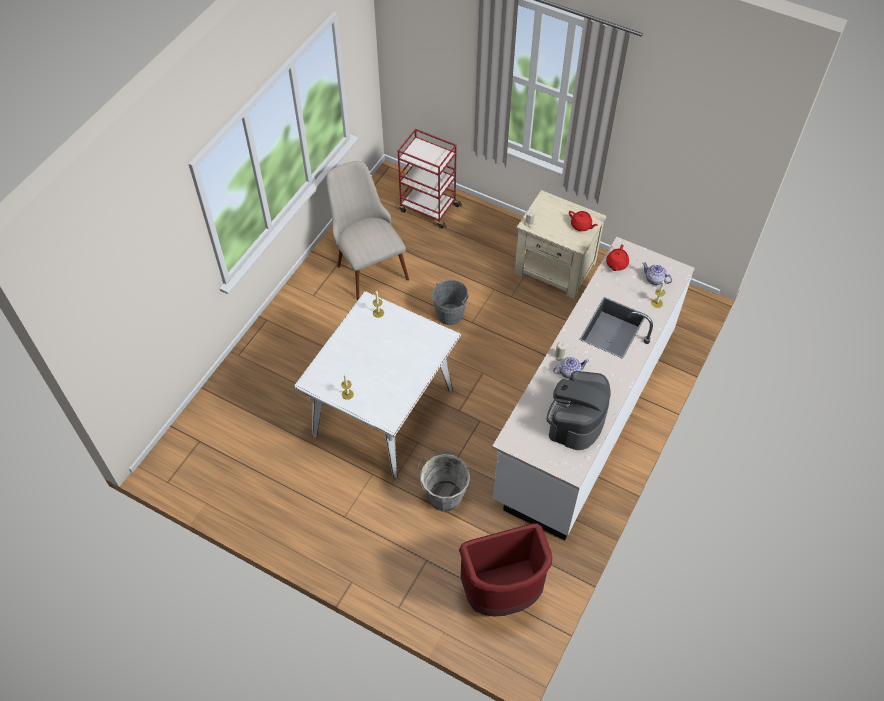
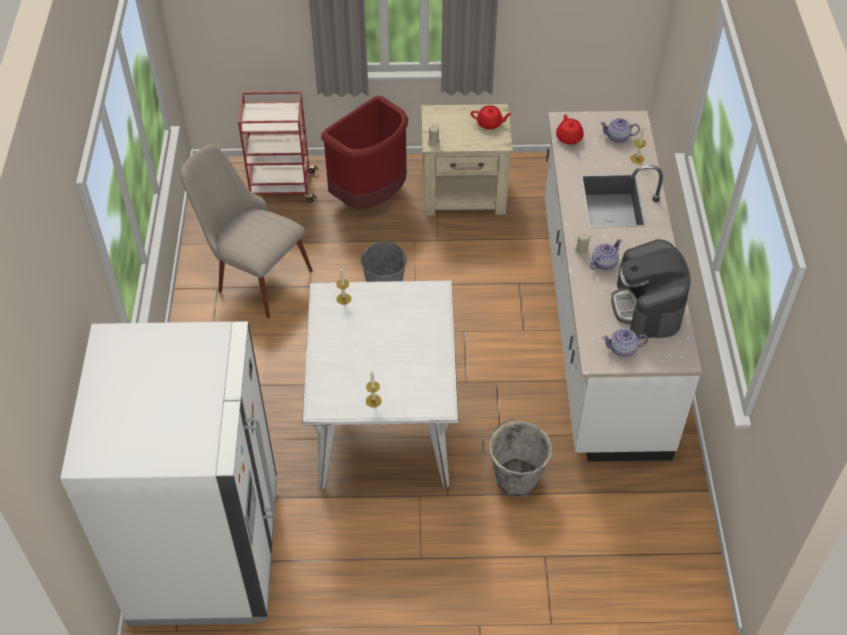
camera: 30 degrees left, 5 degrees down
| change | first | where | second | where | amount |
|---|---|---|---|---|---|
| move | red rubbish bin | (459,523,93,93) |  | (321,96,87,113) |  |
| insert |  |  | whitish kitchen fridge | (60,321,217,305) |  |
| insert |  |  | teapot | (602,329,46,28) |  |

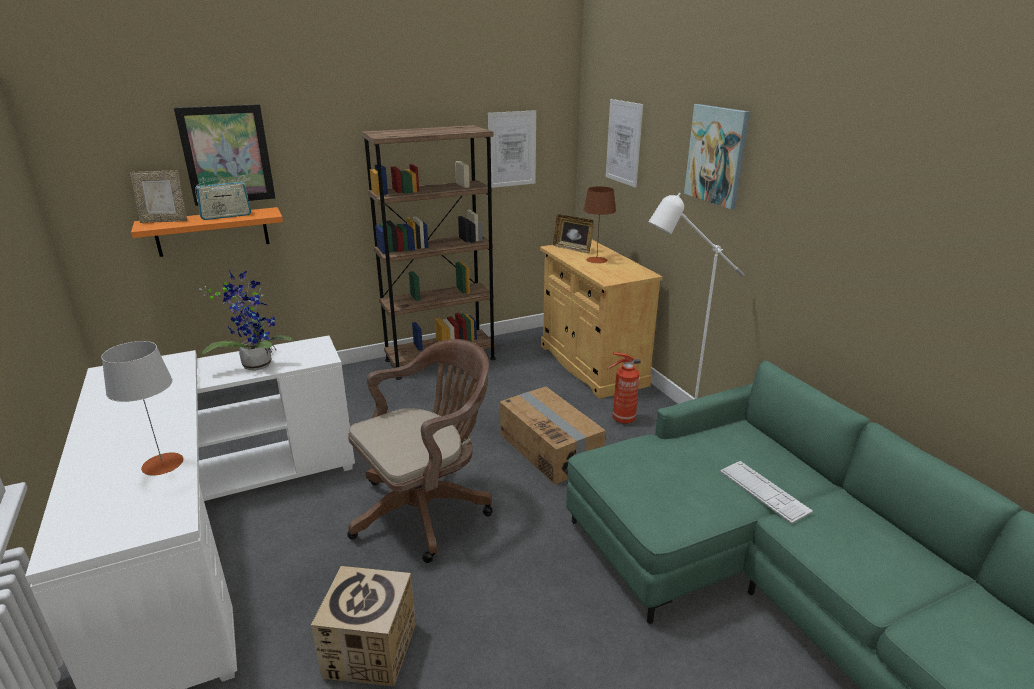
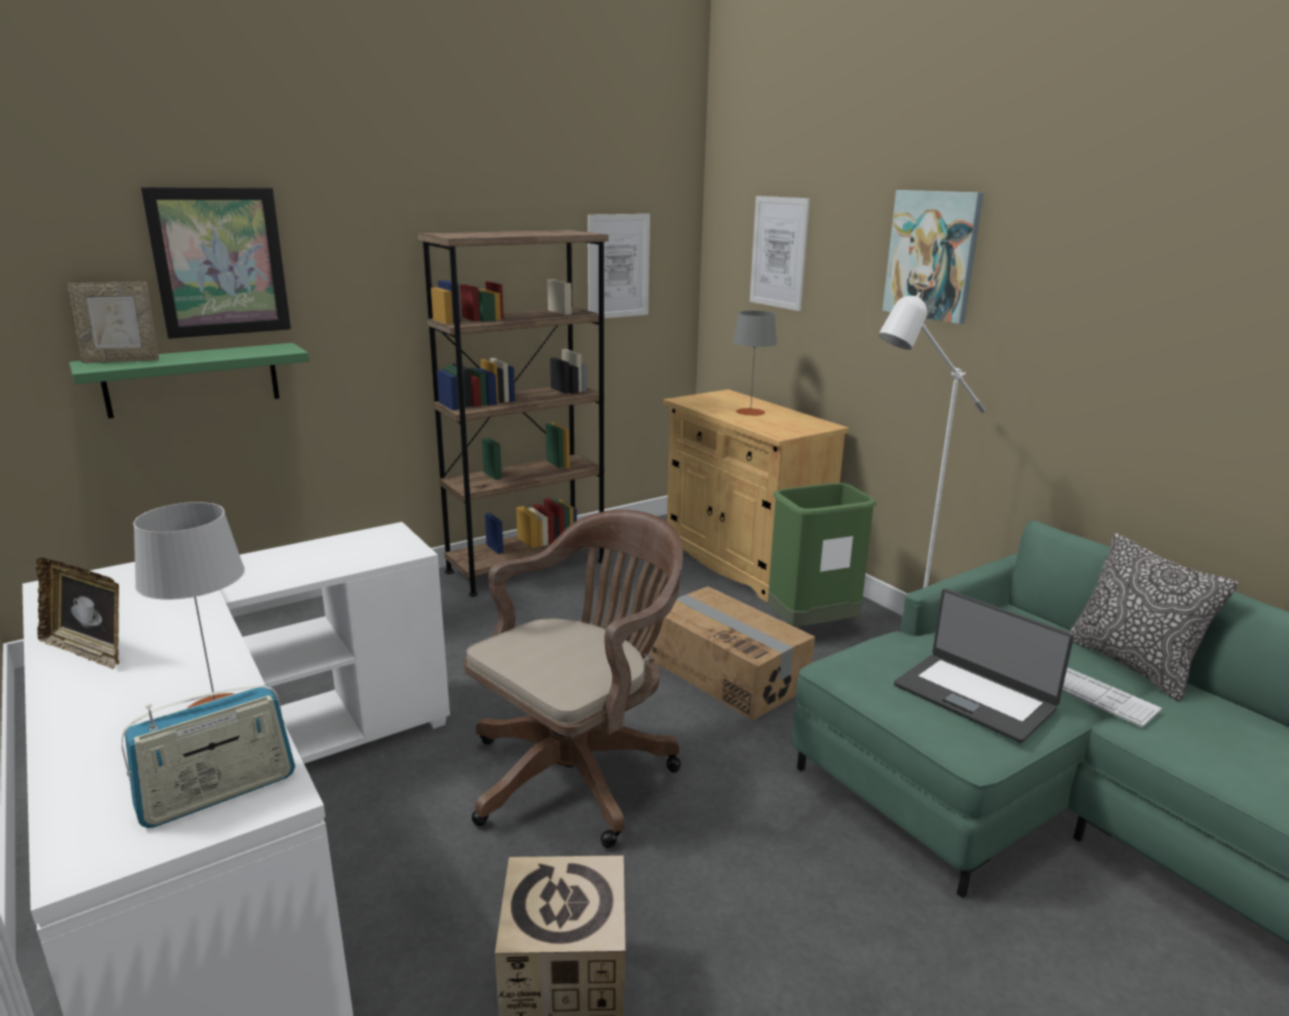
camera: 10 degrees left, 5 degrees down
| change | first | where | second | where | amount |
|---|---|---|---|---|---|
| move | radio set | (195,178,56,42) |  | (122,684,173,144) |  |
| recolor | brownish lamp for a table | (584,186,32,78) | grey lamp for a table | (733,310,44,106) |  |
| recolor | orange wall shelf | (131,207,152,50) | green-coloured wall shelf | (69,343,240,75) |  |
| move | standing frame | (553,214,41,40) |  | (36,558,83,112) |  |
| delete | potted plant | (199,270,95,101) |  |  |  |
| replace | fire extinguisher | (607,352,34,72) | green-coloured rubbish bin | (768,483,109,144) |  |
| insert |  |  | cushion | (1069,533,169,168) |  |
| insert |  |  | portable computer | (894,589,180,154) |  |

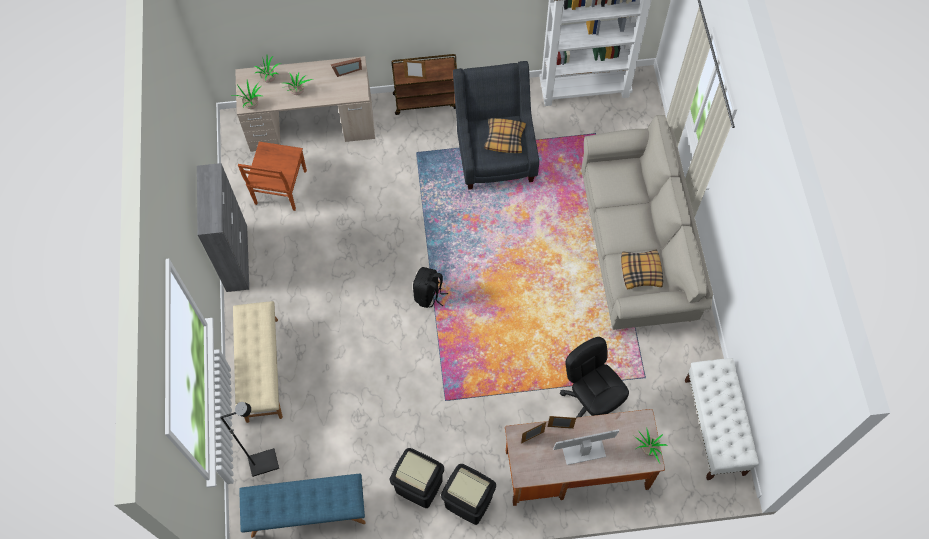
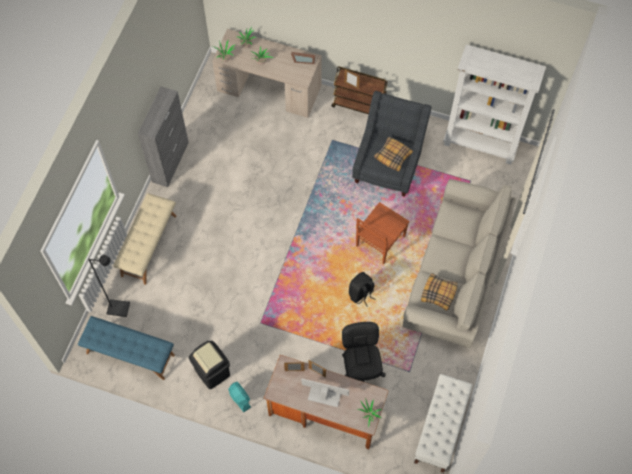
camera: 25 degrees right, 0 degrees up
| change | first | where | second | where | amount |
|---|---|---|---|---|---|
| move | brownish plain chair | (238,142,69,69) |  | (356,202,53,62) |  |
| move | black rucksack | (413,267,35,41) |  | (349,272,26,35) |  |
| replace | black rubbish bin | (441,464,55,61) | blue-green fan | (228,382,23,30) |  |

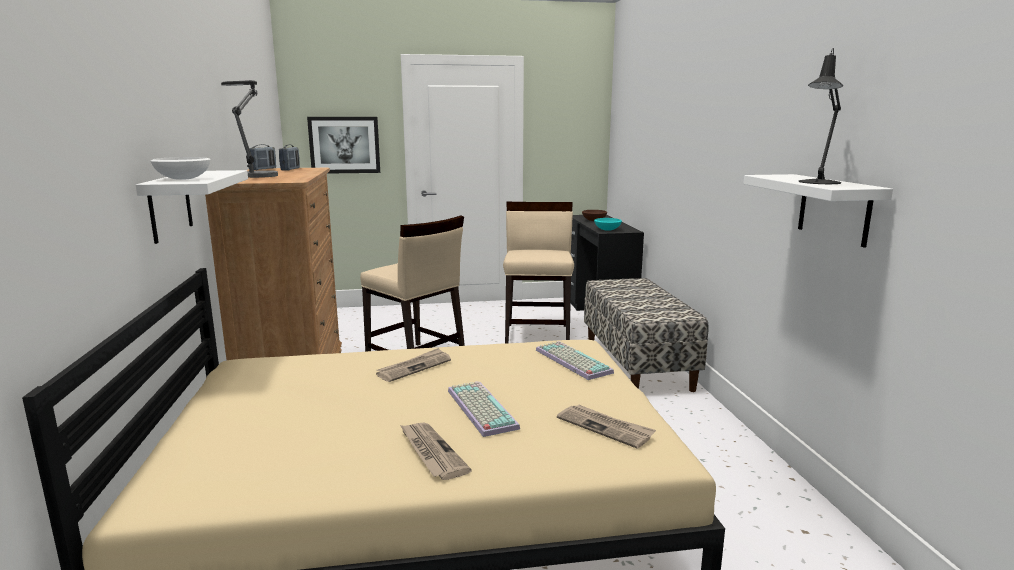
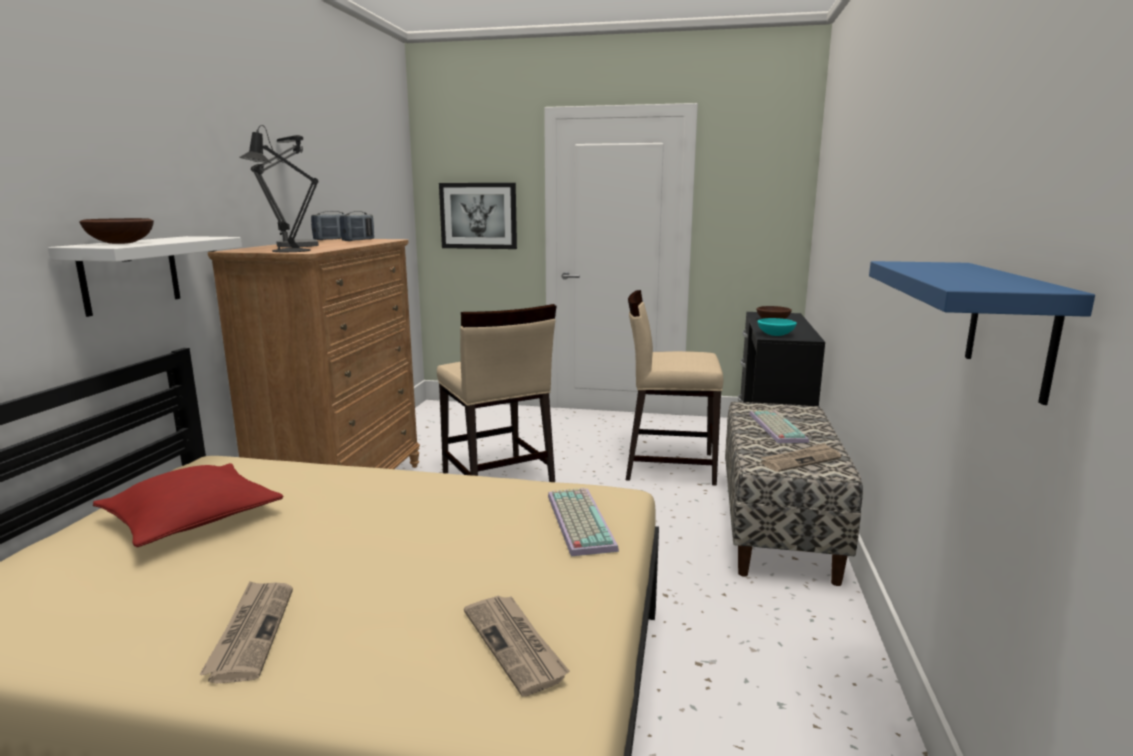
camera: 20 degrees right, 0 degrees up
| change | first | where | second | where | amount |
|---|---|---|---|---|---|
| move | black lamp for a table | (798,48,45,136) |  | (240,125,78,127) |  |
| recolor | whitish serving bowl | (151,157,60,23) | brownish serving bowl | (79,218,75,26) |  |
| recolor | whitish wall shelf | (743,174,150,74) | blue-coloured wall shelf | (869,261,226,144) |  |
| rotate | beige plain chair | (503,202,71,141) |  | (626,290,97,196) | 105 degrees counterclockwise |
| move | daily paper | (376,348,75,34) |  | (761,443,80,29) |  |
| move | PC keyboard | (448,381,72,56) |  | (749,410,60,33) |  |
| insert |  |  | red cushion | (93,463,190,84) |  |

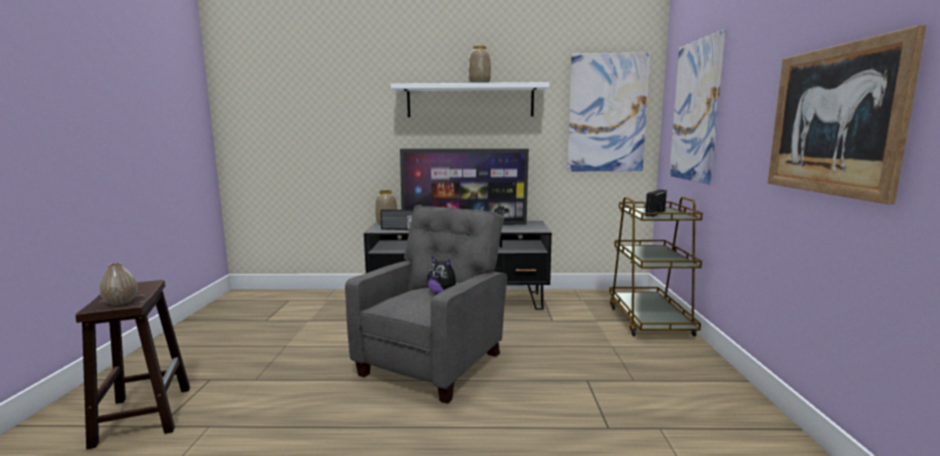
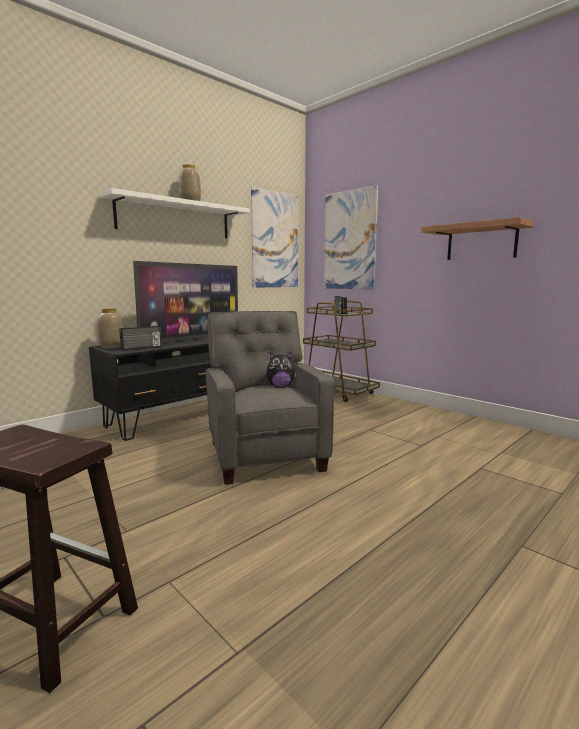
camera: 45 degrees left, 0 degrees up
| change | first | where | second | where | amount |
|---|---|---|---|---|---|
| replace | picture | (767,25,159,179) | wall shelf | (422,217,112,43) |  |
| delete | vase | (99,262,39,43) |  |  |  |

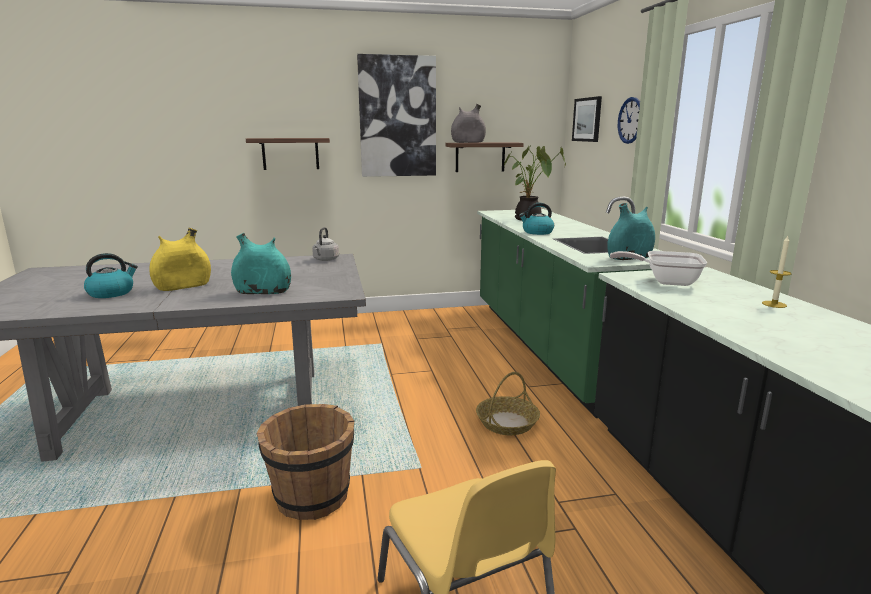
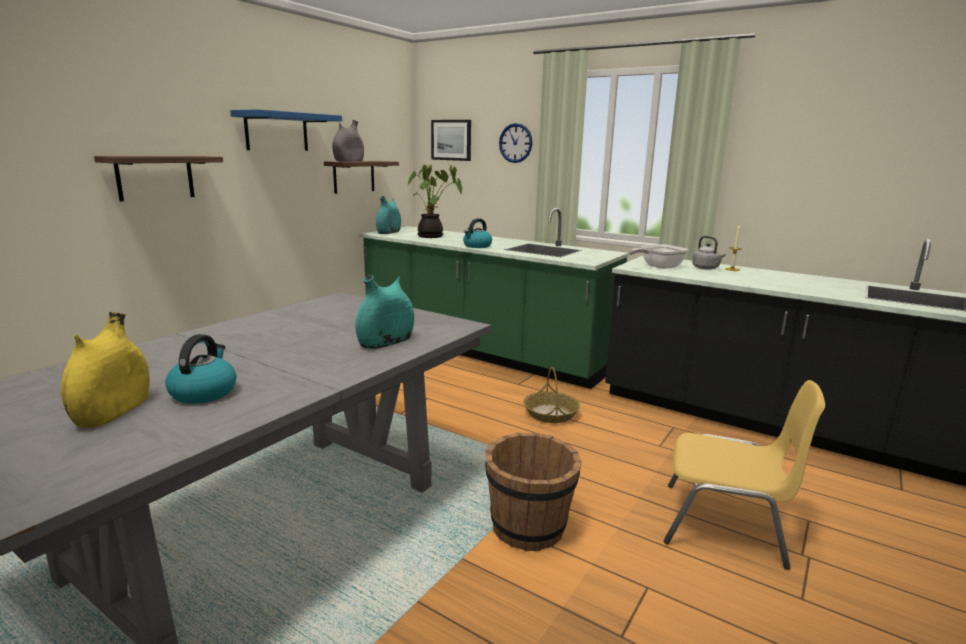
camera: 45 degrees left, 0 degrees up
| change | first | where | second | where | amount |
|---|---|---|---|---|---|
| replace | picture | (357,54,79,123) | blue-coloured wall shelf | (230,109,112,42) |  |
| move | blue-green vase | (607,203,48,57) |  | (376,196,25,38) |  |
| move | grey tea kettle | (312,227,27,34) |  | (692,236,34,34) |  |
| move | yellowish vase | (149,228,62,63) |  | (61,312,89,116) |  |

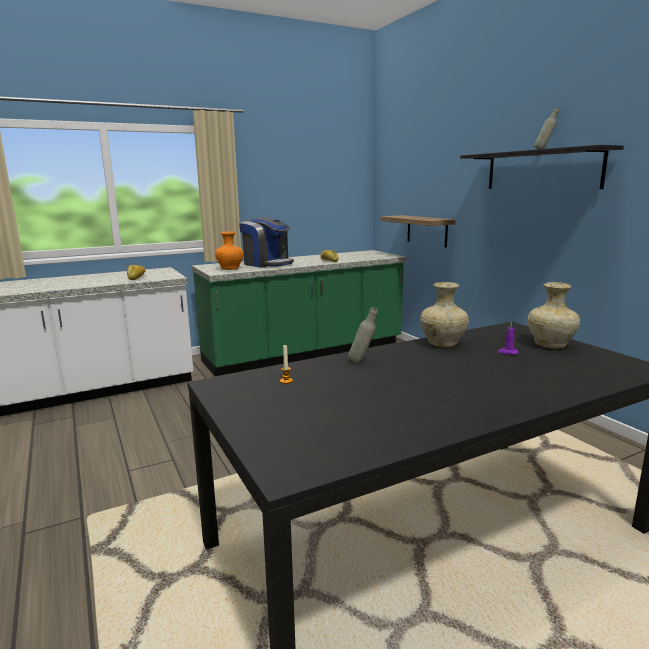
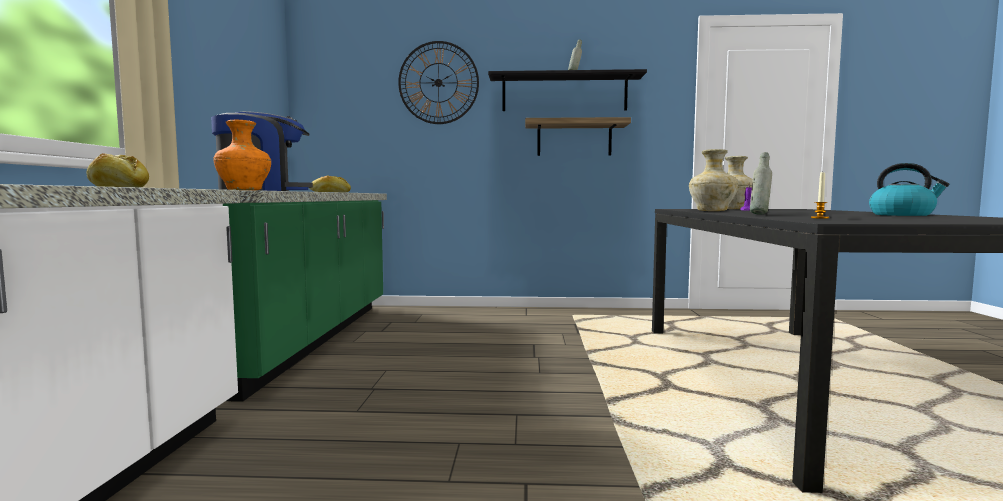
camera: 60 degrees left, 10 degrees down
| change | first | where | second | where | amount |
|---|---|---|---|---|---|
| move | wall shelf | (380,215,75,33) |  | (525,117,106,39) |  |
| insert |  |  | wall clock | (398,41,81,83) |  |
| insert |  |  | tea kettle | (869,163,81,53) |  |

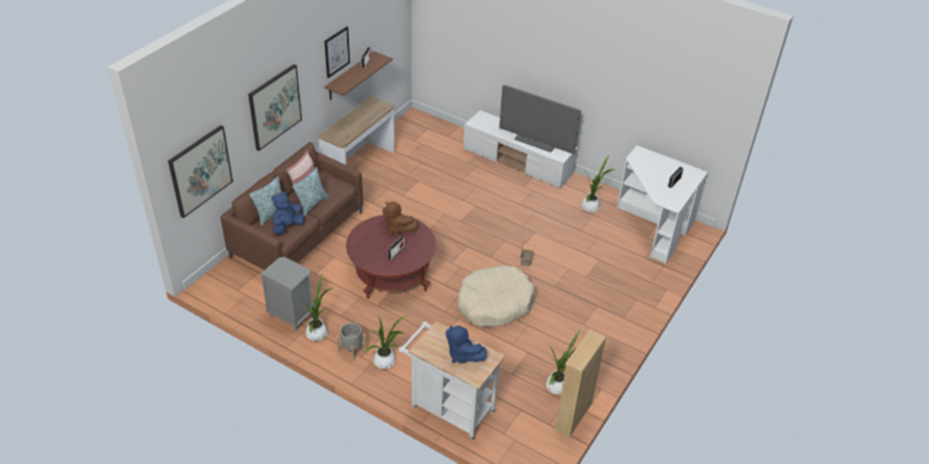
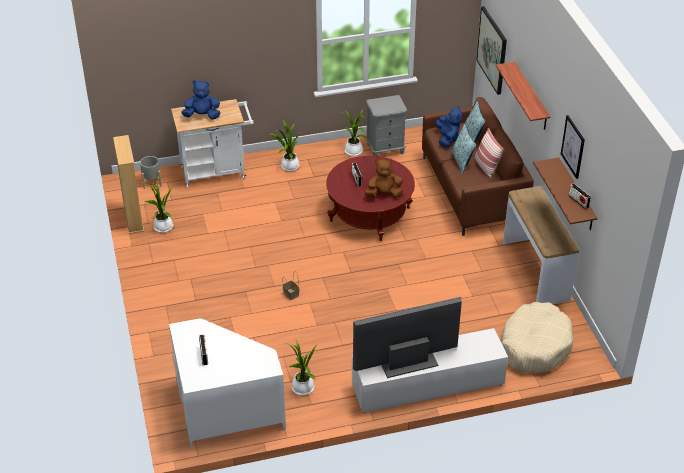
camera: 135 degrees right, 0 degrees up
| change | first | where | second | where | amount |
|---|---|---|---|---|---|
| replace | picture | (248,64,54,87) | wall shelf | (496,62,55,68) |  |
| move | beige dog bed | (457,265,78,62) |  | (501,302,72,71) |  |
| move | grey flower pot | (337,323,29,38) |  | (140,156,22,33) |  |

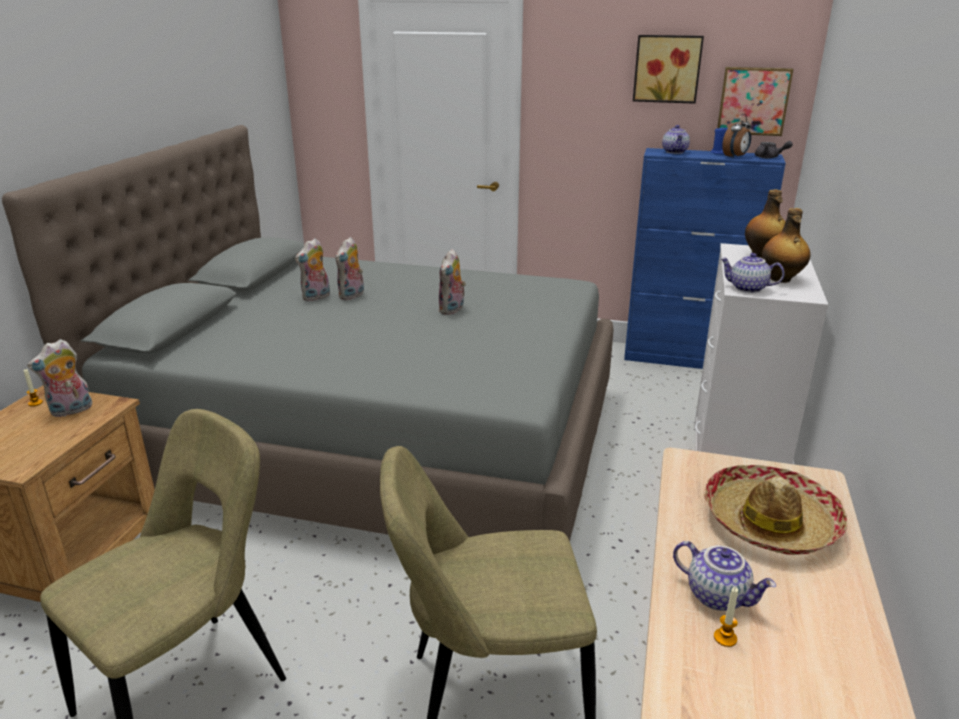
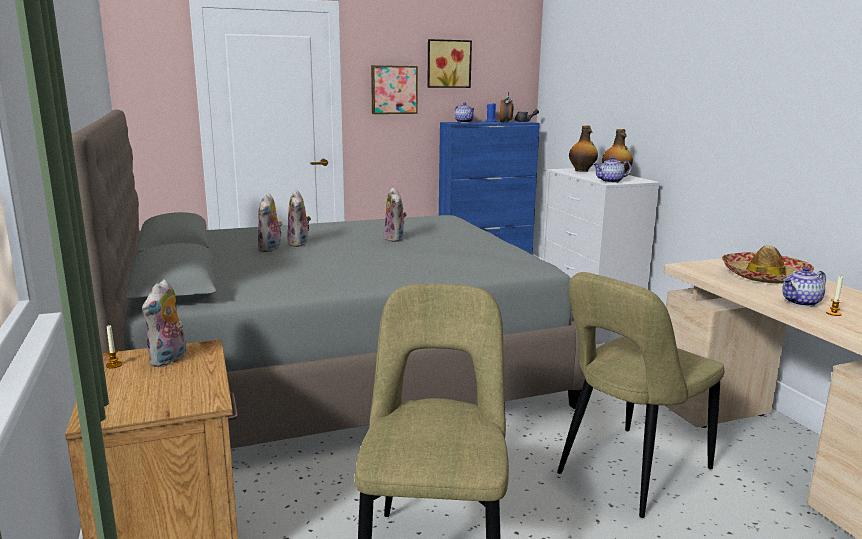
camera: 35 degrees left, 10 degrees down
| change | first | where | second | where | amount |
|---|---|---|---|---|---|
| move | picture | (717,67,76,69) |  | (371,65,47,49) |  |
| rotate | teapot | (673,541,103,70) |  | (782,267,44,40) | 150 degrees clockwise |

